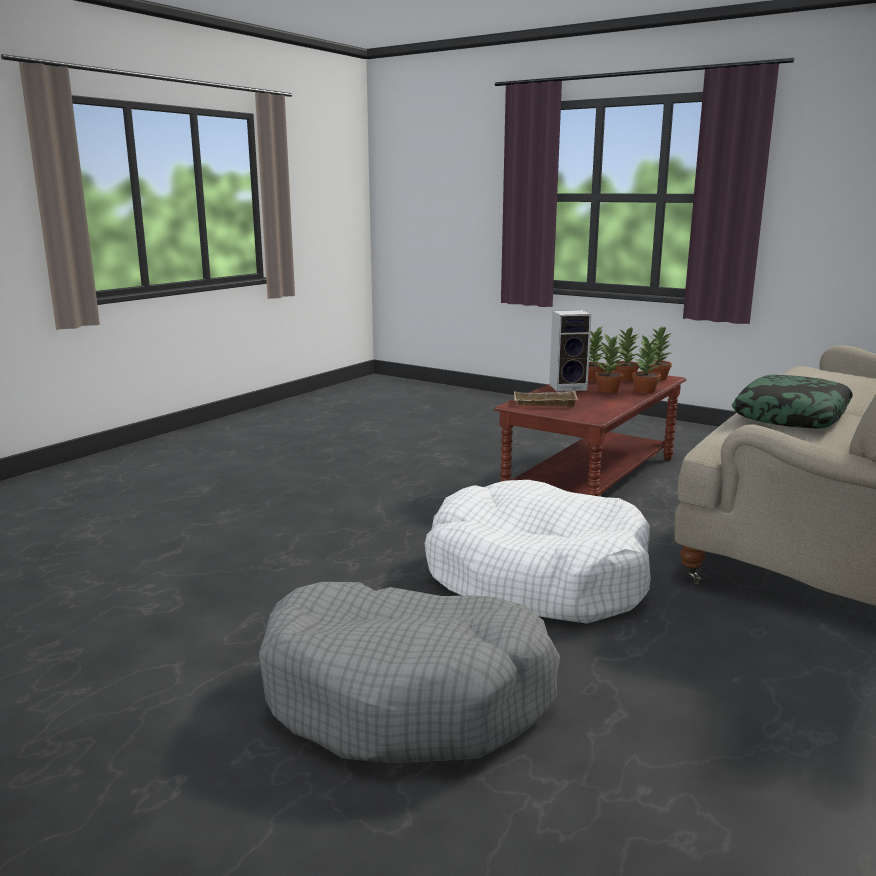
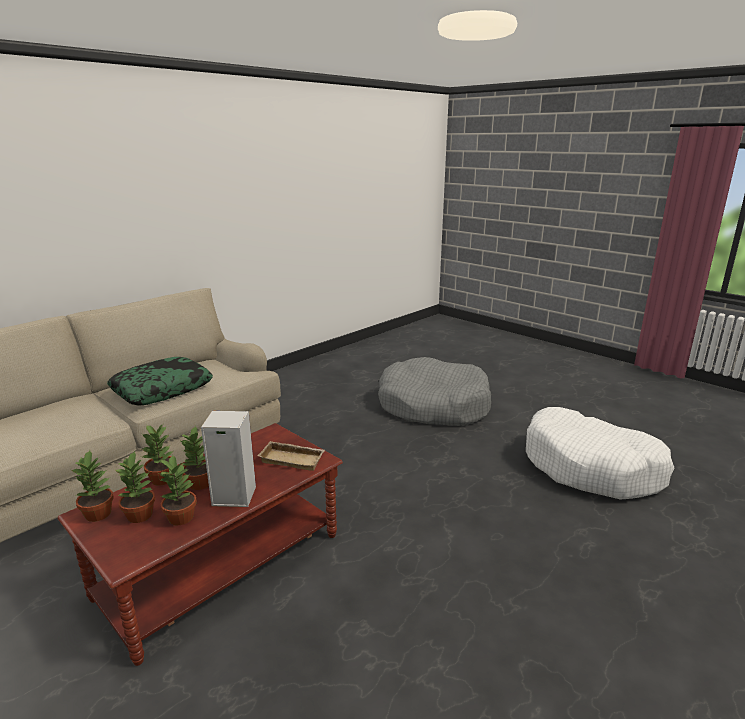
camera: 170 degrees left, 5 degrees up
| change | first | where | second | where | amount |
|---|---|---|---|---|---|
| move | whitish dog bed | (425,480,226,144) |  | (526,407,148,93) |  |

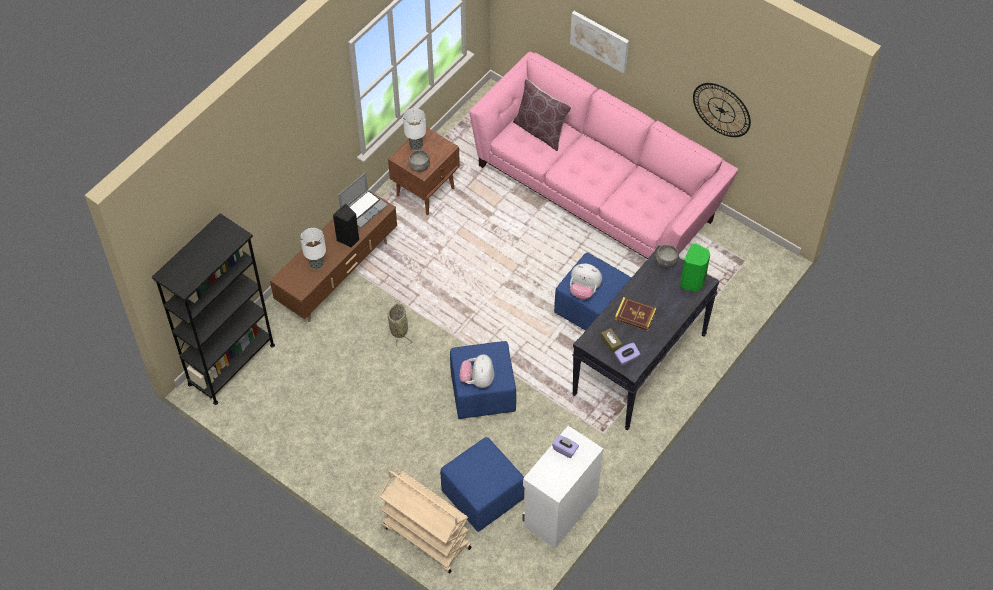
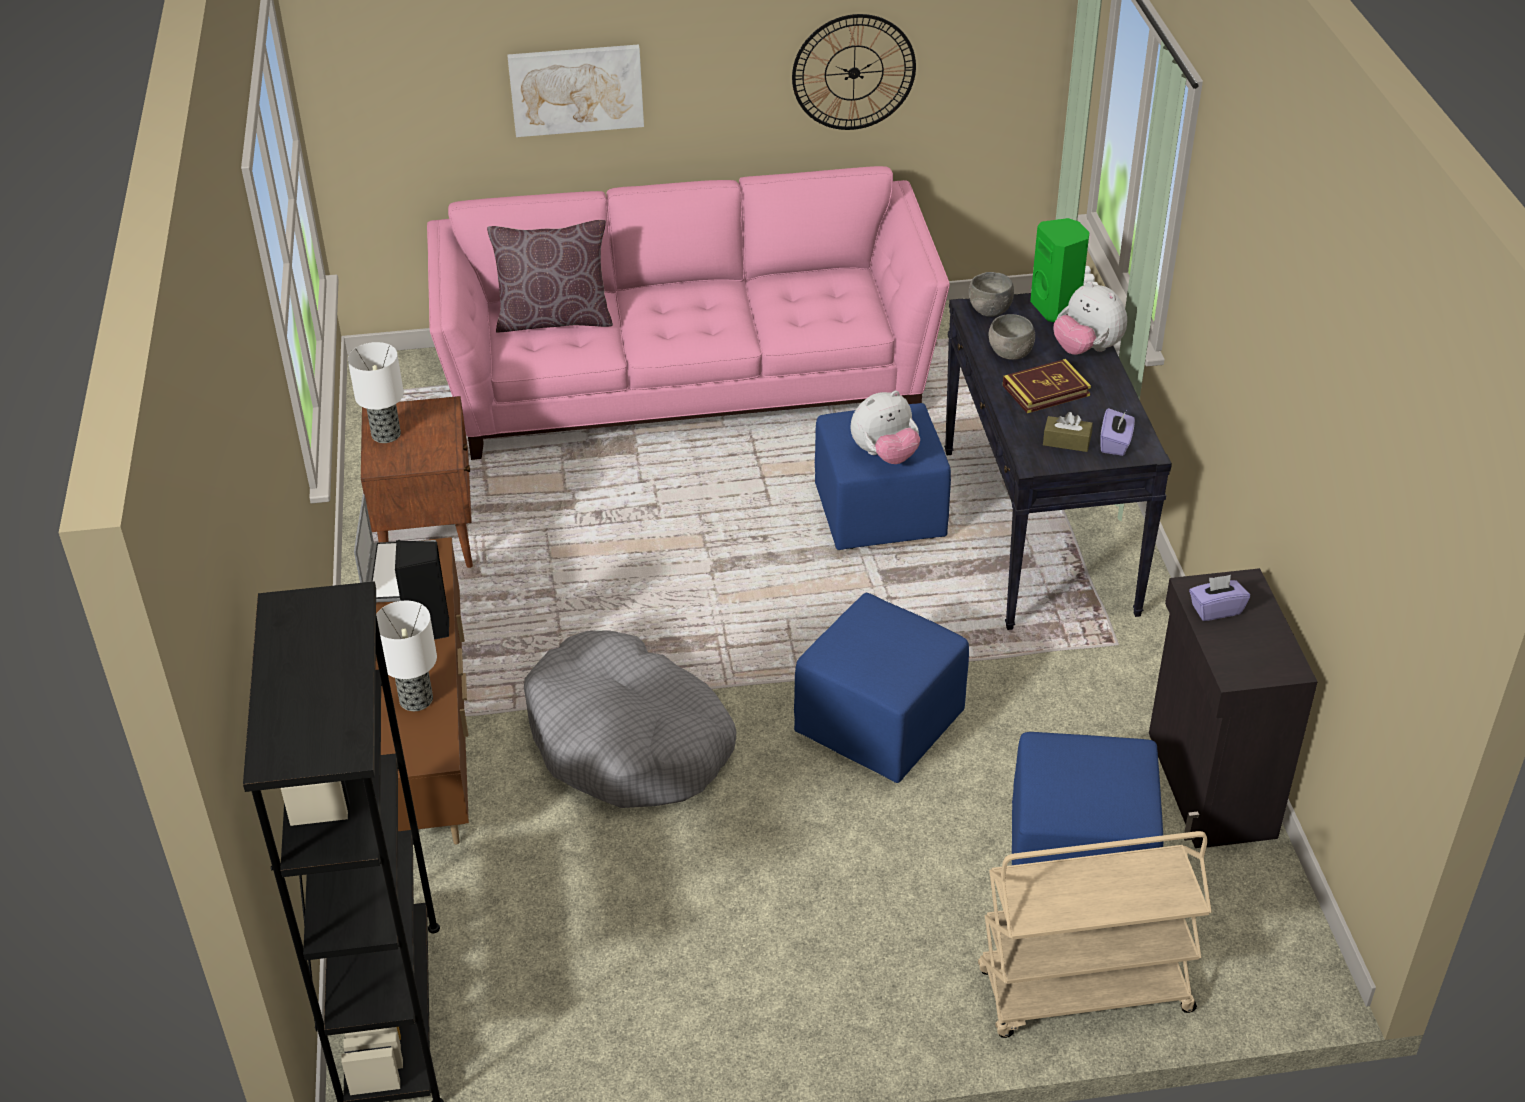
camera: 45 degrees left, 15 degrees down
| change | first | where | second | where | amount |
|---|---|---|---|---|---|
| move | grey serving bowl | (409,150,21,22) |  | (988,314,47,46) |  |
| replace | basket | (388,300,25,48) | grey dog bed | (524,630,212,178) |  |
| move | soft toy | (460,354,34,34) |  | (1053,281,74,74) |  |
| recolor | whitish cupboard | (522,426,81,122) | black cupboard | (1149,568,168,280) |  |

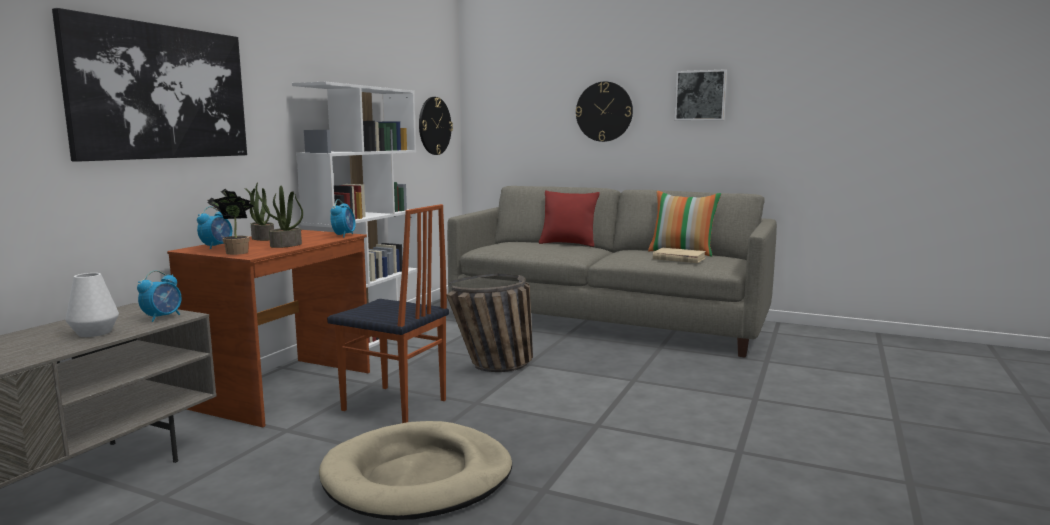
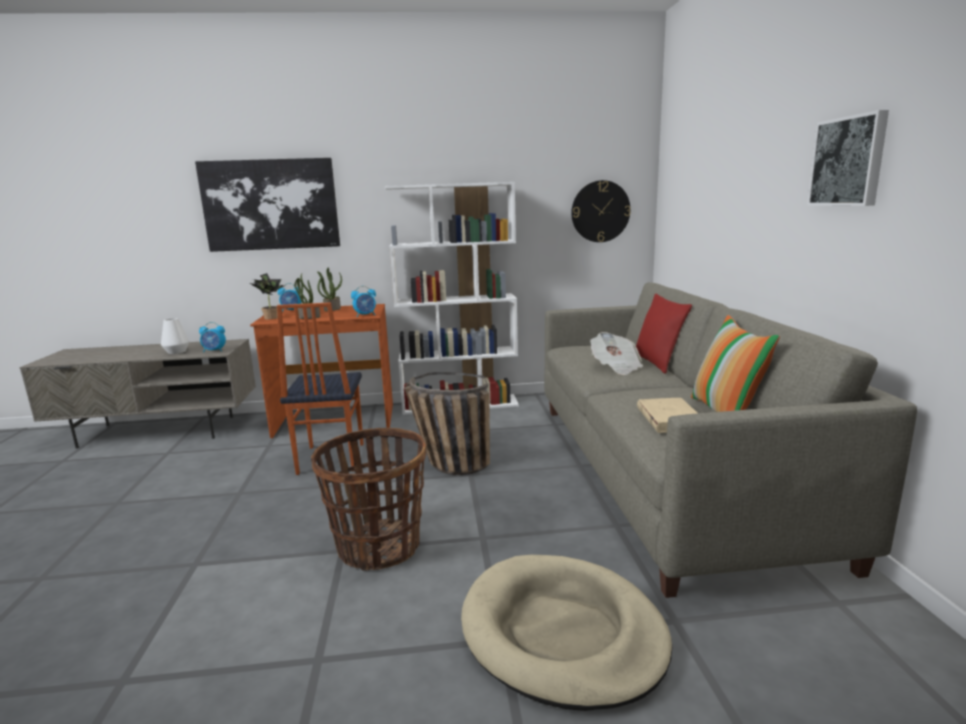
camera: 60 degrees right, 5 degrees up
| change | first | where | second | where | amount |
|---|---|---|---|---|---|
| delete | wall clock | (576,81,57,61) |  |  |  |
| move | beige dog bed | (319,421,193,99) |  | (461,555,211,156) |  |
| insert |  |  | daily paper | (590,332,53,43) |  |
| insert |  |  | basket | (311,428,115,142) |  |

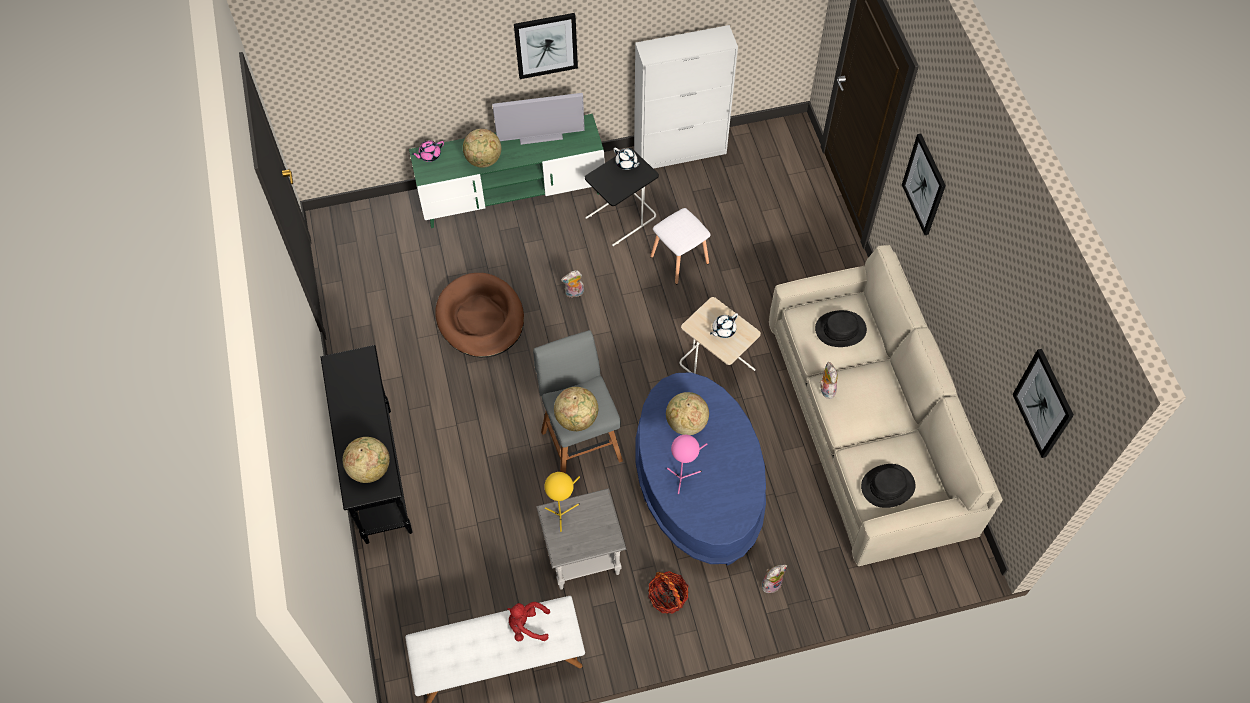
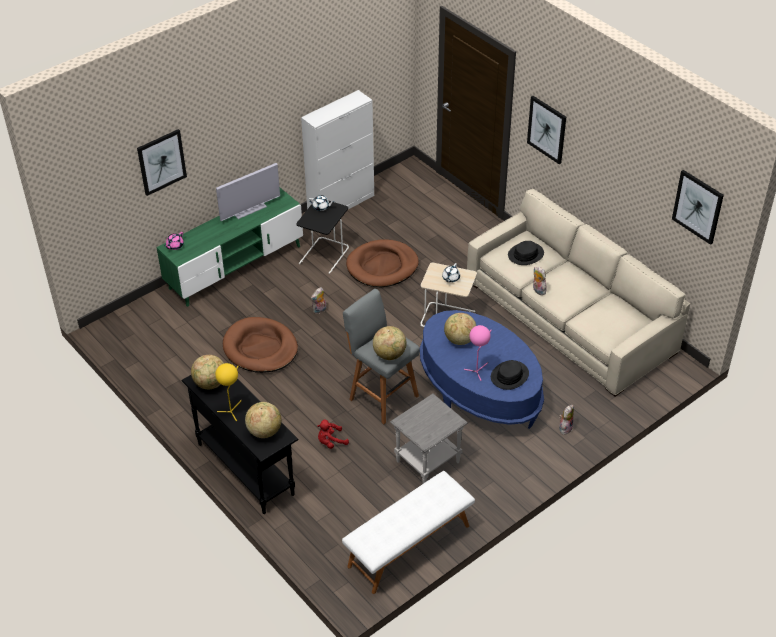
camera: 25 degrees left, 15 degrees down
| change | first | where | second | where | amount |
|---|---|---|---|---|---|
| move | picture | (514,13,64,66) |  | (137,129,50,67) |  |
| move | desk globe | (463,129,38,39) |  | (191,355,33,34) |  |
| replace | whitish sitting stool | (650,208,61,76) | brownish dog bed | (346,239,73,48) |  |
| move | black hat | (861,464,54,44) |  | (491,360,38,30) |  |
| move | yellowish lamp for a table | (544,472,36,60) |  | (215,363,27,58) |  |
| delete | basket | (648,571,41,43) |  |  |  |
| move | red soft toy | (507,602,43,39) |  | (317,420,32,29) |  |

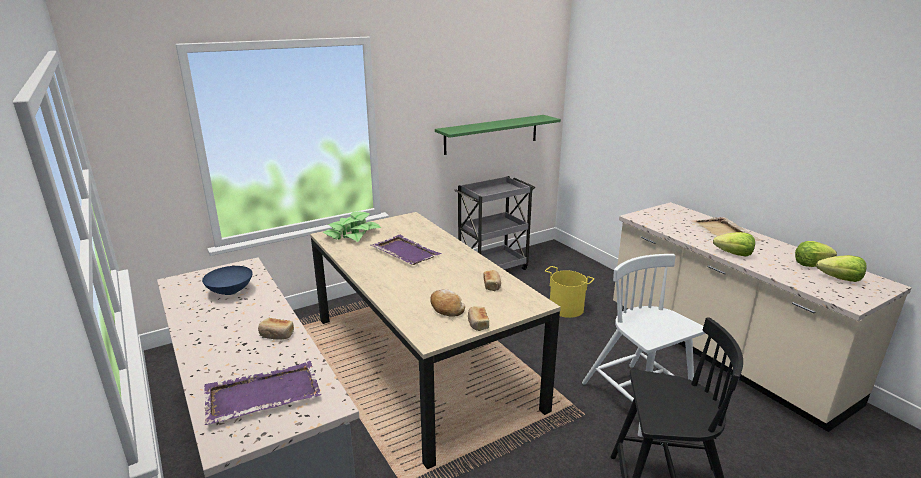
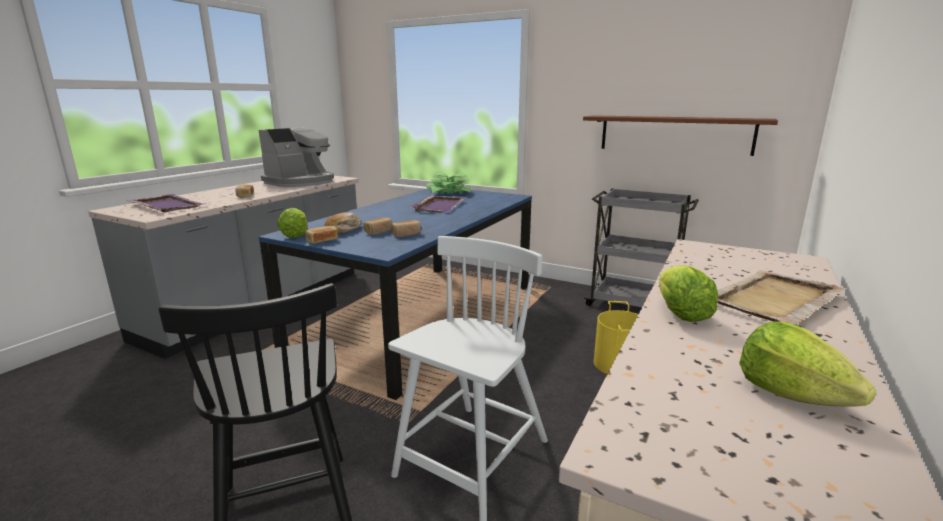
camera: 60 degrees right, 5 degrees down
| change | first | where | second | where | amount |
|---|---|---|---|---|---|
| recolor | green-coloured wall shelf | (435,115,126,40) | brownish wall shelf | (583,115,195,41) |  |
| recolor | beige kitchen table | (310,212,251,257) | blue-coloured kitchen table | (259,187,273,213) |  |
| move | head of lettuce | (816,255,50,27) |  | (277,208,31,30) |  |
| replace | blue-coloured serving bowl | (202,266,51,29) | coffee brewer | (258,127,76,60) |  |
| insert |  |  | baked bread | (364,218,28,17) |  |

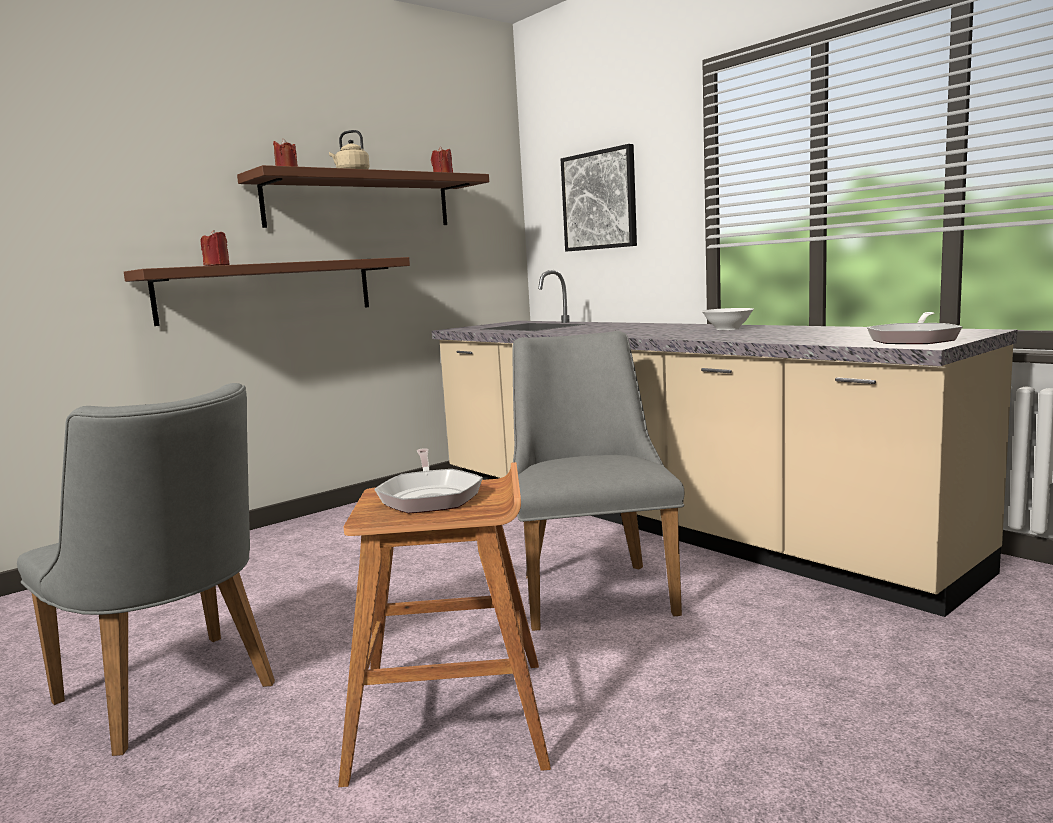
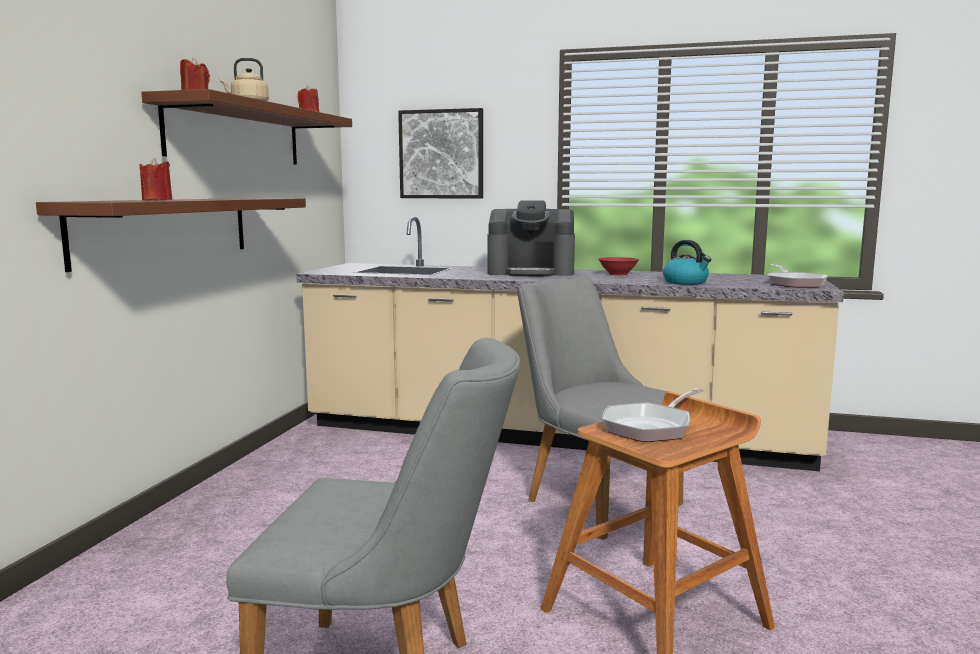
camera: 35 degrees left, 0 degrees up
| change | first | where | second | where | amount |
|---|---|---|---|---|---|
| recolor | whitish serving bowl | (701,308,53,22) | red serving bowl | (598,257,41,18) |  |
| rotate | pan | (374,448,109,65) |  | (602,388,102,54) | 90 degrees clockwise |
| insert |  |  | coffee brewer | (487,200,88,77) |  |
| insert |  |  | tea kettle | (663,240,48,45) |  |

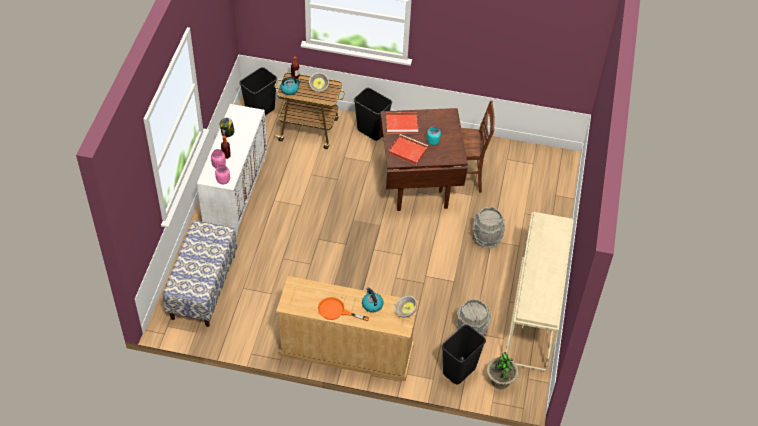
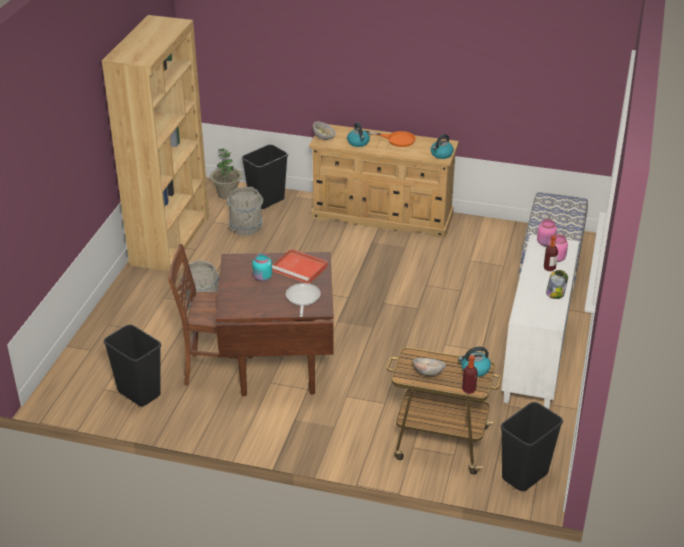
camera: 175 degrees left, 15 degrees down
| change | first | where | second | where | amount |
|---|---|---|---|---|---|
| move | black rubbish bin | (354,88,38,53) |  | (103,324,58,82) |  |
| replace | red tray | (386,112,32,22) | pan | (286,283,35,34) |  |
| replace | beige narrow table | (506,212,68,160) | brownish bookcase | (102,15,107,257) |  |
| insert |  |  | tea kettle | (431,134,23,25) |  |

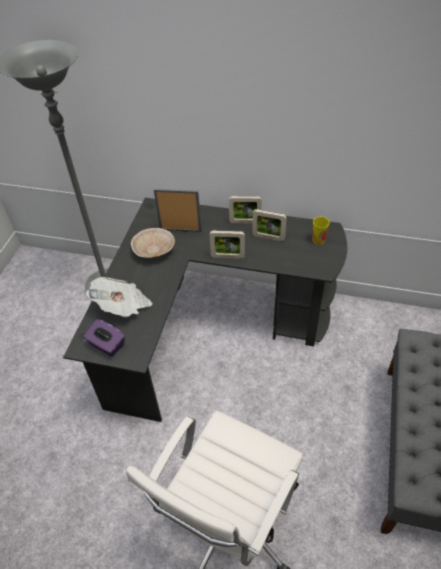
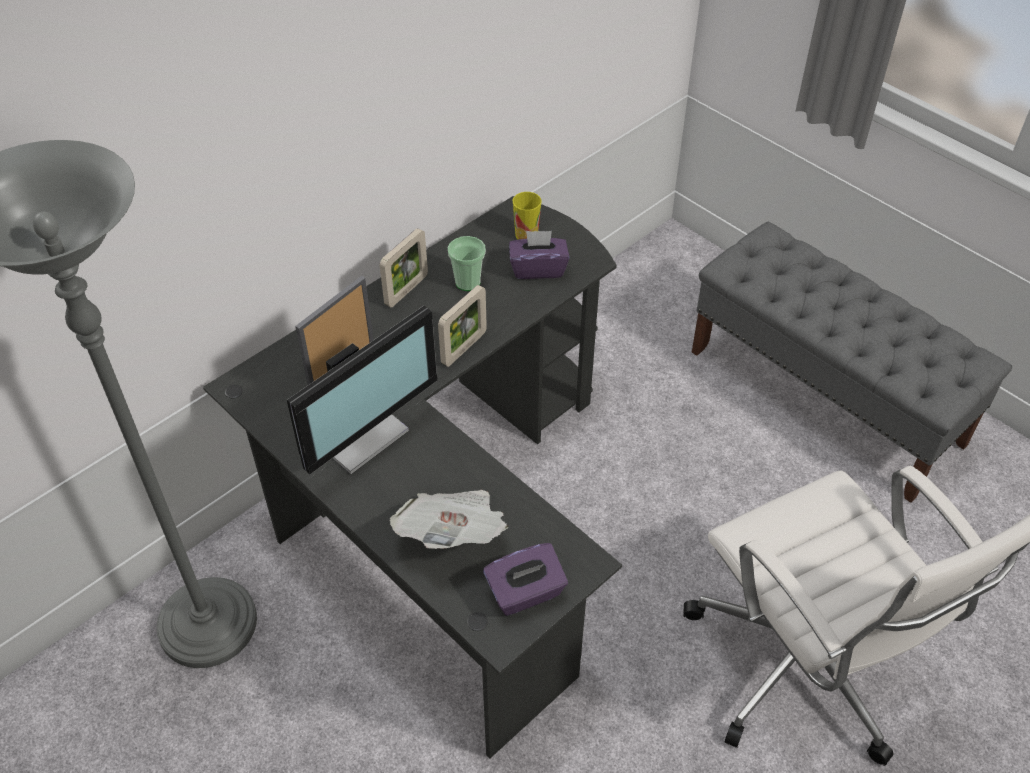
camera: 60 degrees left, 0 degrees up
| change | first | where | second | where | amount |
|---|---|---|---|---|---|
| replace | standing frame | (253,209,34,32) | drinking cup | (448,236,38,55) |  |
| replace | beige serving bowl | (131,228,44,30) | computer display | (287,306,150,168) |  |
| insert |  |  | purplish box of tissues | (509,231,60,48) |  |

